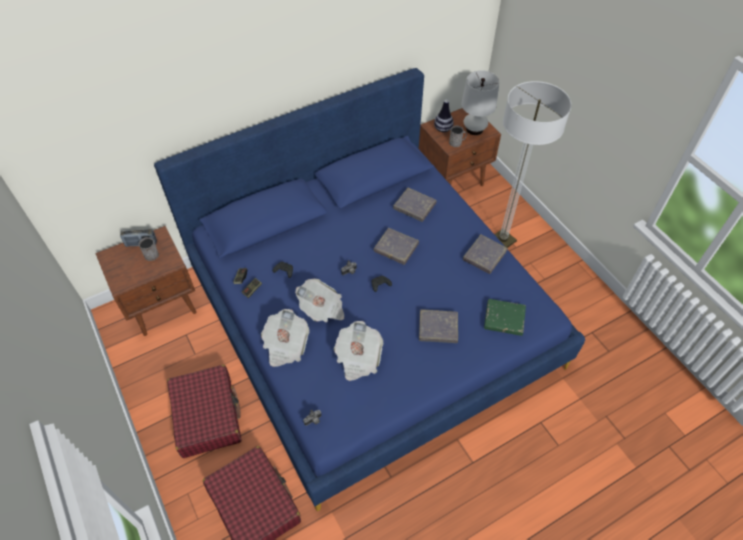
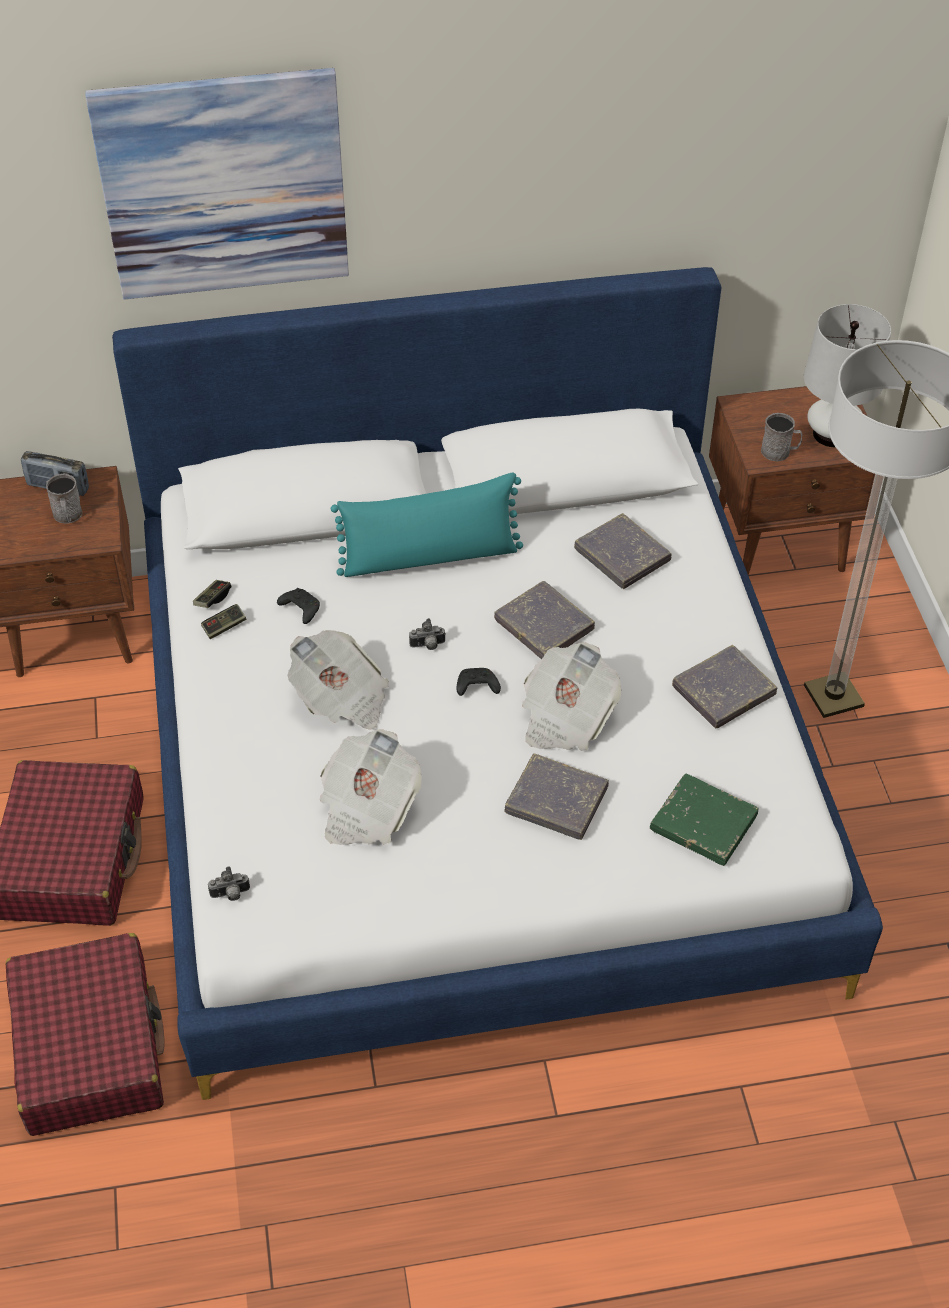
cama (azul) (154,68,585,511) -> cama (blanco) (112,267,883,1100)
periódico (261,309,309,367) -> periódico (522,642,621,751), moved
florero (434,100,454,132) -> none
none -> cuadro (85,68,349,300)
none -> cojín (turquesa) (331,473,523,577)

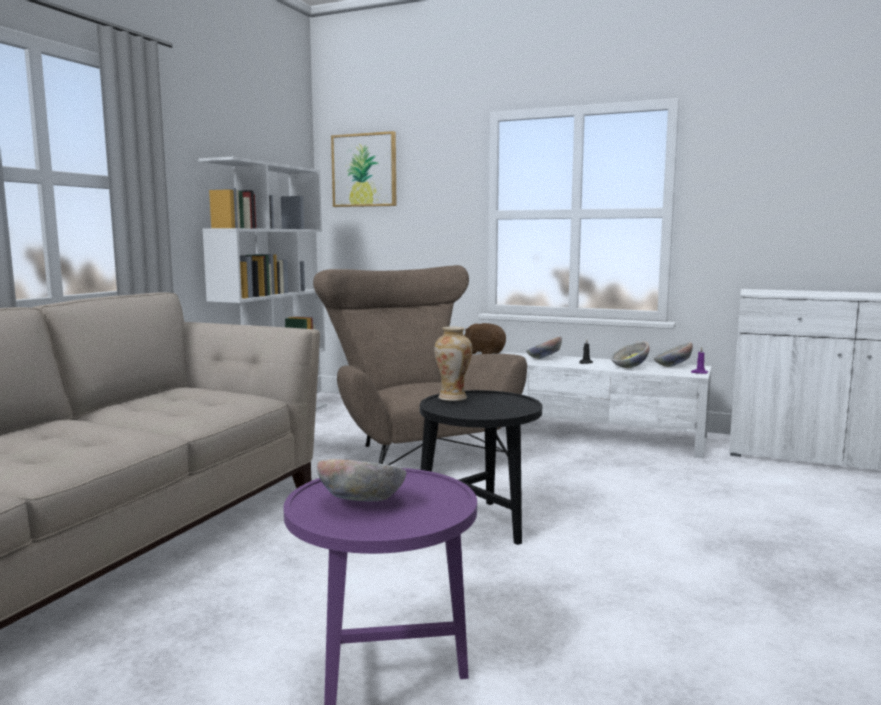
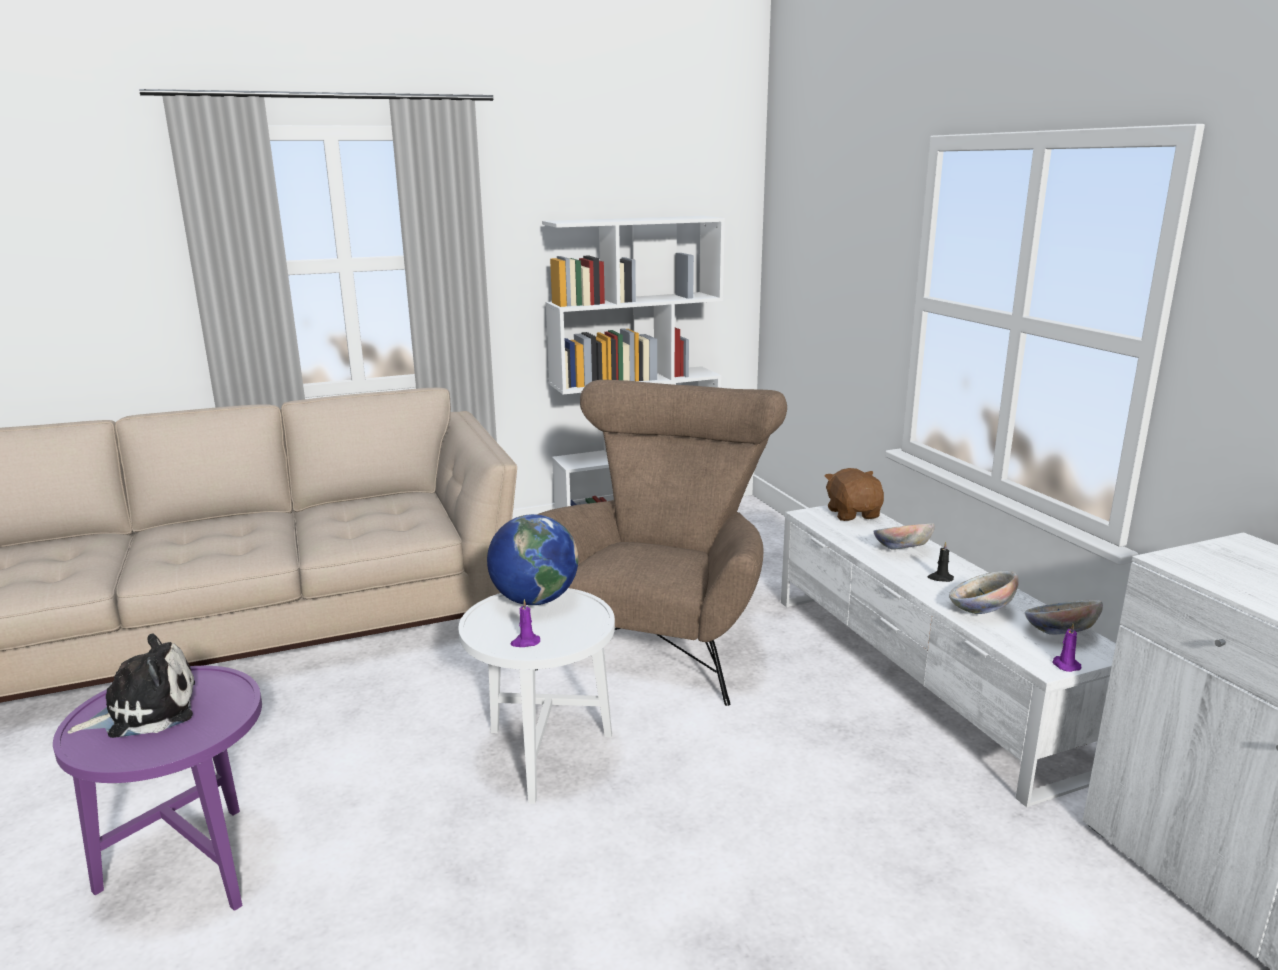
cuenco (317,459,406,501) -> peluche (67,634,195,738)
cuadro (331,131,396,207) -> none
mesa auxiliar (negro) (420,390,542,545) -> mesa auxiliar (blanco) (458,588,615,804)
florero (434,327,472,401) -> globo terráqueo (487,514,578,605)
none -> vela (morado) (511,599,540,647)

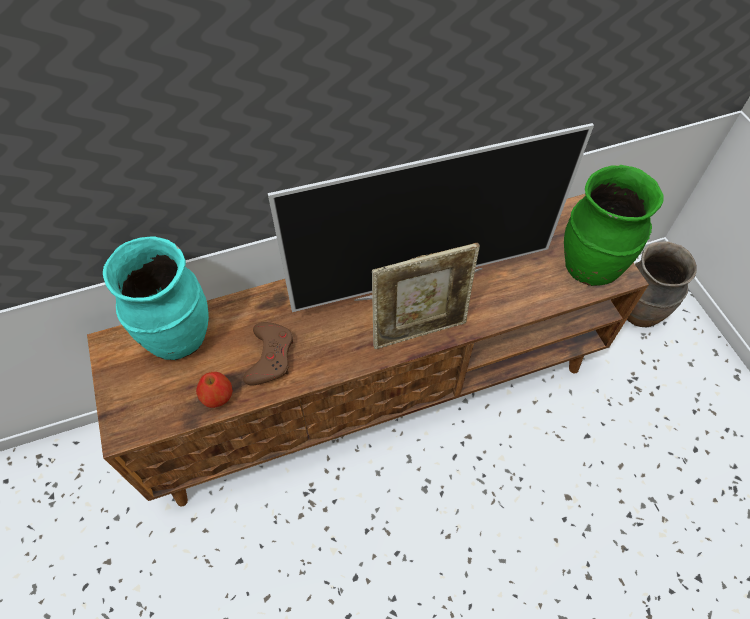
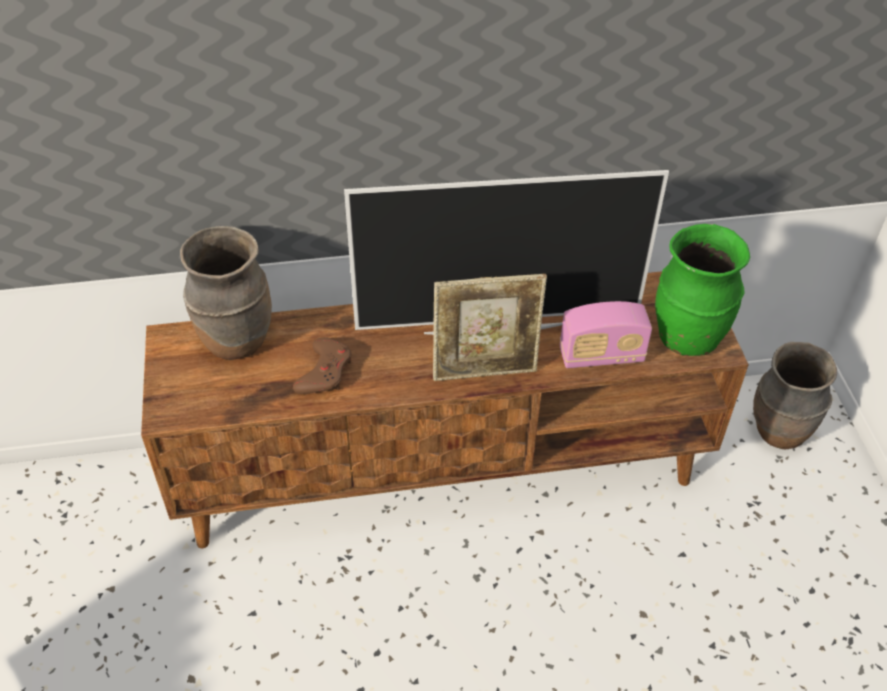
florero (turquesa) (103,237,209,360) -> florero (marrón) (180,226,272,360)
manzana (196,372,233,408) -> none
none -> radio (560,301,652,368)

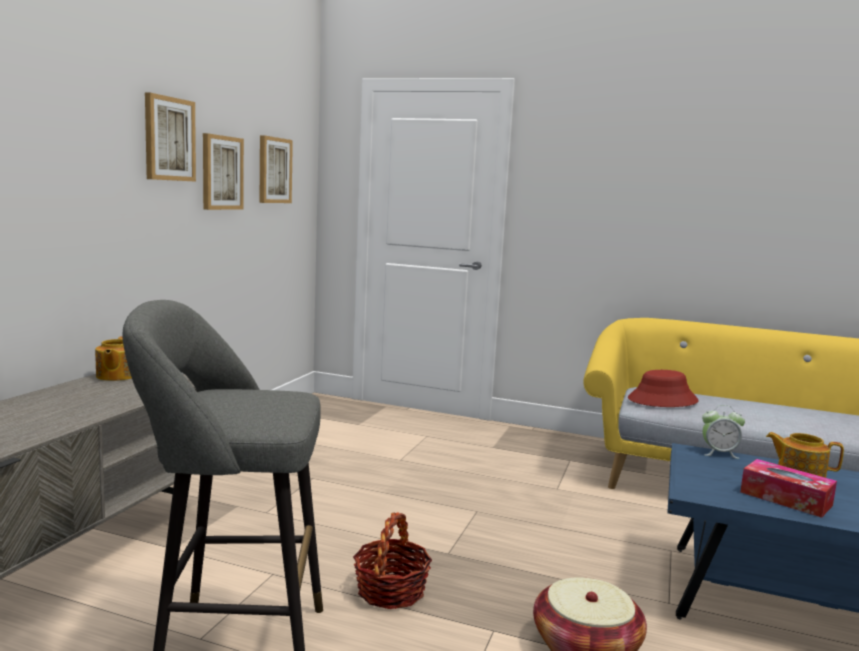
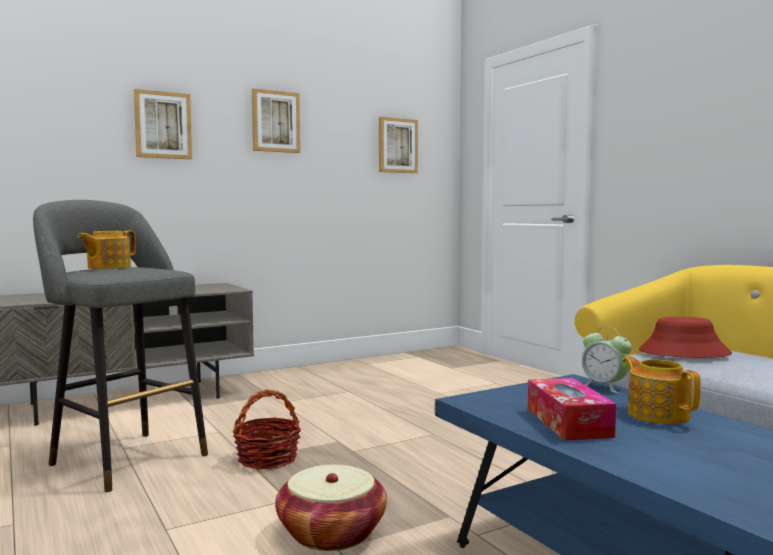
tetera (95,336,132,381) -> tetera (77,230,136,269), moved
cuadro (203,133,244,210) -> cuadro (134,89,192,159), moved

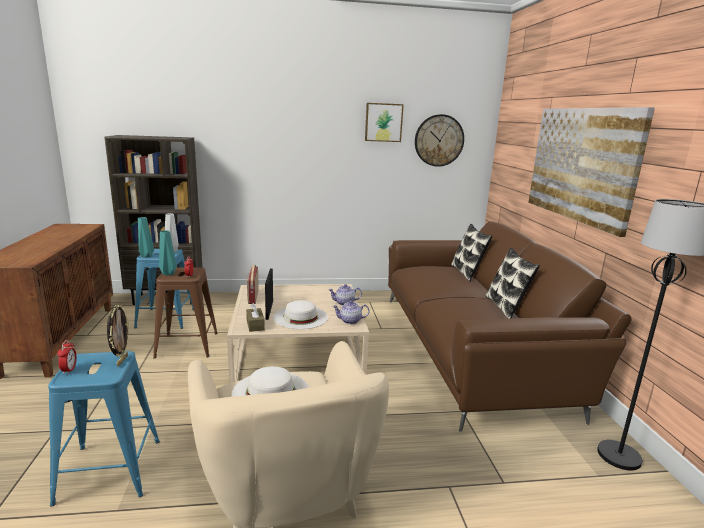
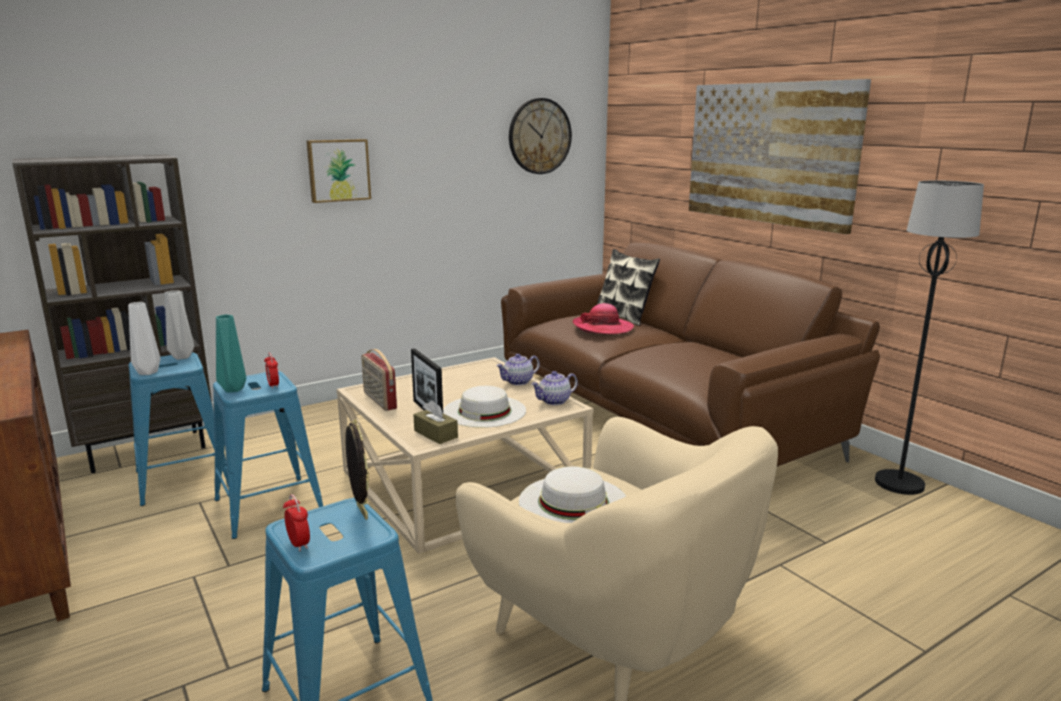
florero (turquesa) (138,217,154,258) -> florero (blanco) (128,302,160,375)
taburete (marrón) (153,267,218,359) -> taburete (azul) (213,371,323,539)
cuadro (365,103,404,142) -> cuadro (306,139,371,203), moved
cojín (485,247,540,319) -> none
none -> sombrero (573,303,634,335)

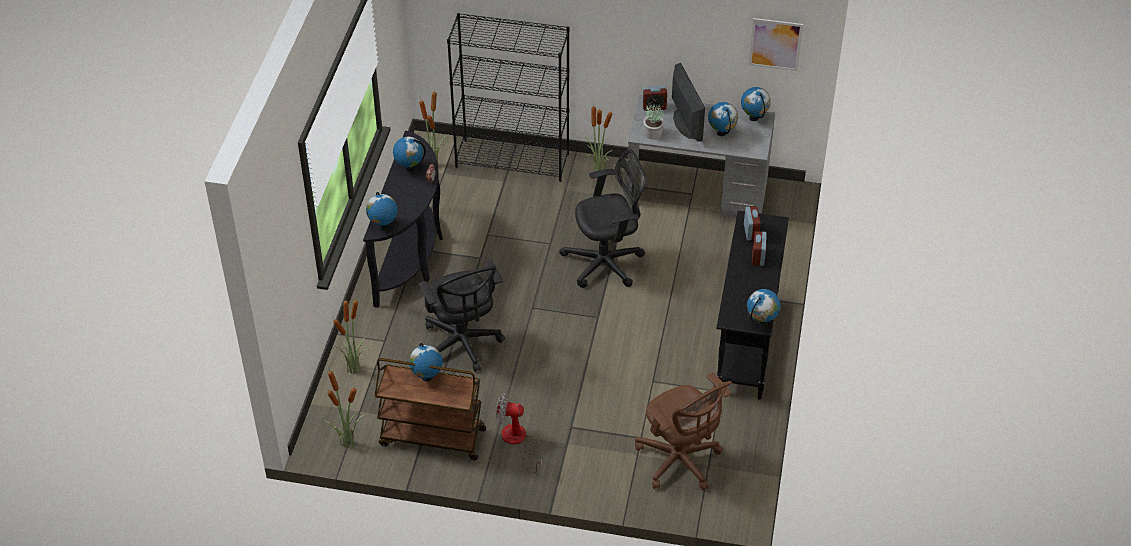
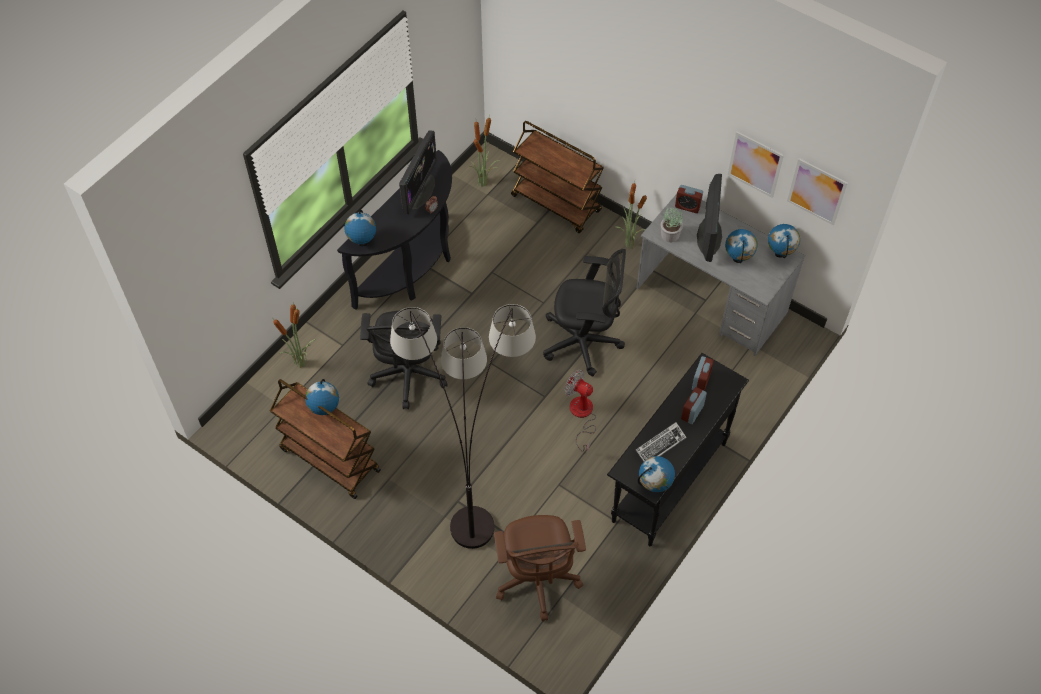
planta en maceta (324,367,366,448) -> none
globo terráqueo (393,137,426,172) -> monitor (399,130,437,214)
estantería (negro) (447,13,570,182) -> carrito (marrón) (511,121,604,233)
ventilador (496,393,542,473) -> ventilador (565,370,596,452), moved
none -> lámpara de pie (390,304,536,549)
none -> teclado (636,422,686,462)
none -> cuadro (728,131,784,198)

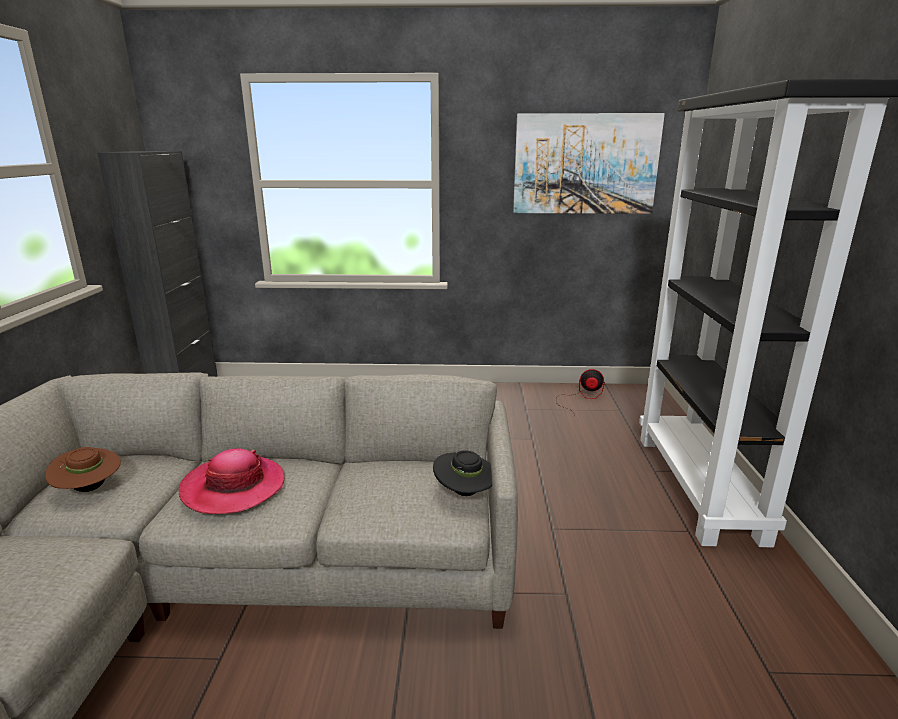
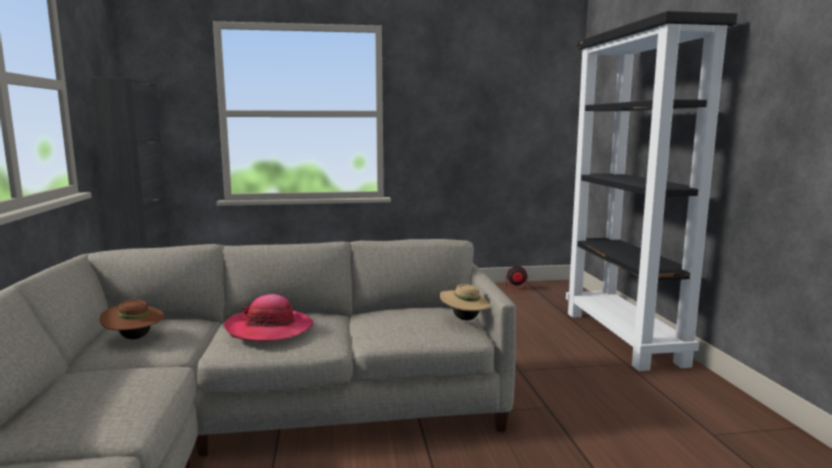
sombrero (negro) (433,450,492,496) -> sombrero (beis) (440,284,491,320)
cuadro (513,113,665,214) -> none

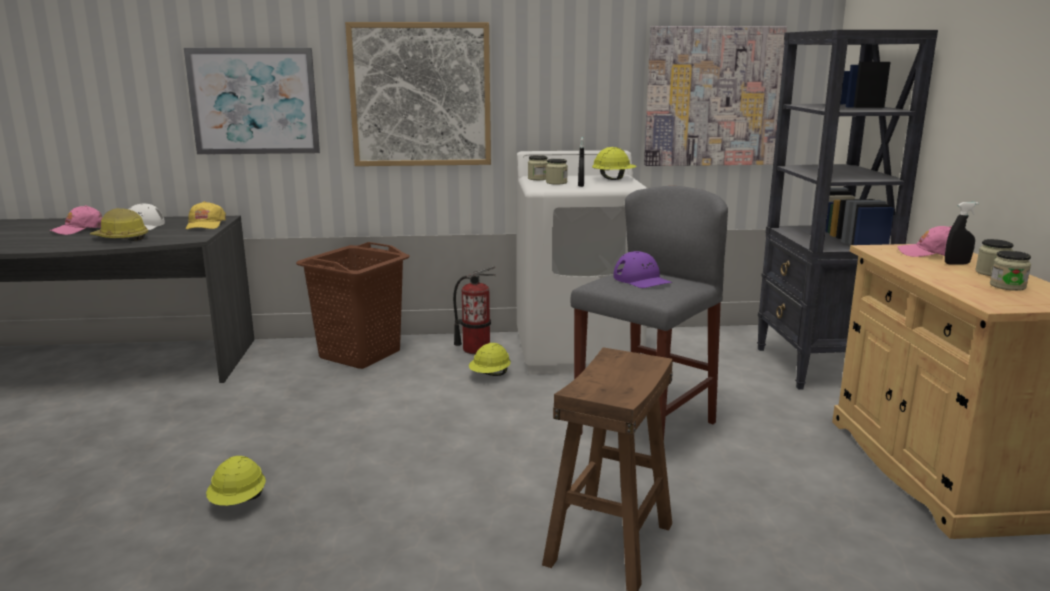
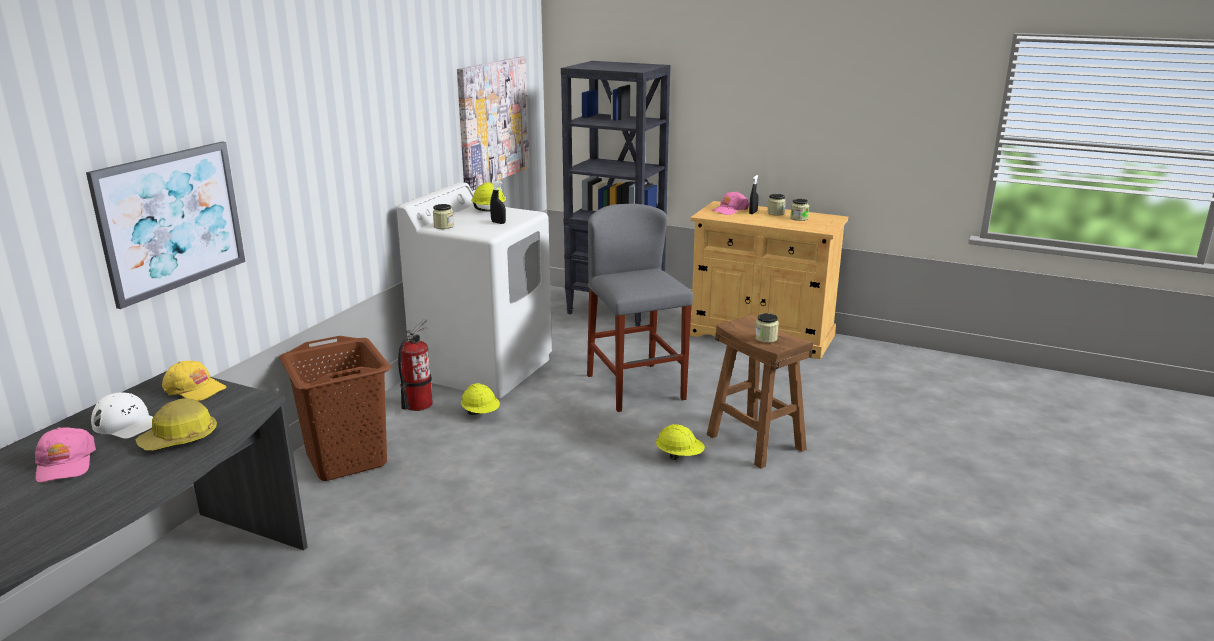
casco (amarillo) (206,456,266,506) -> casco (amarillo) (656,424,705,460), moved
cuadro (345,22,491,166) -> none
tarro (546,159,568,184) -> tarro (755,313,779,343), moved
gorra (morado) (613,251,673,288) -> none

